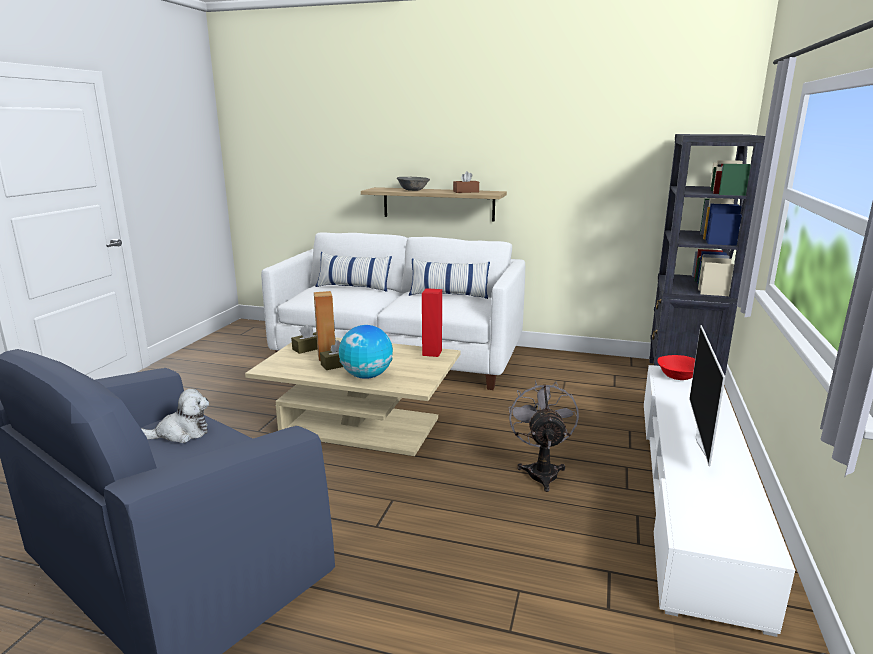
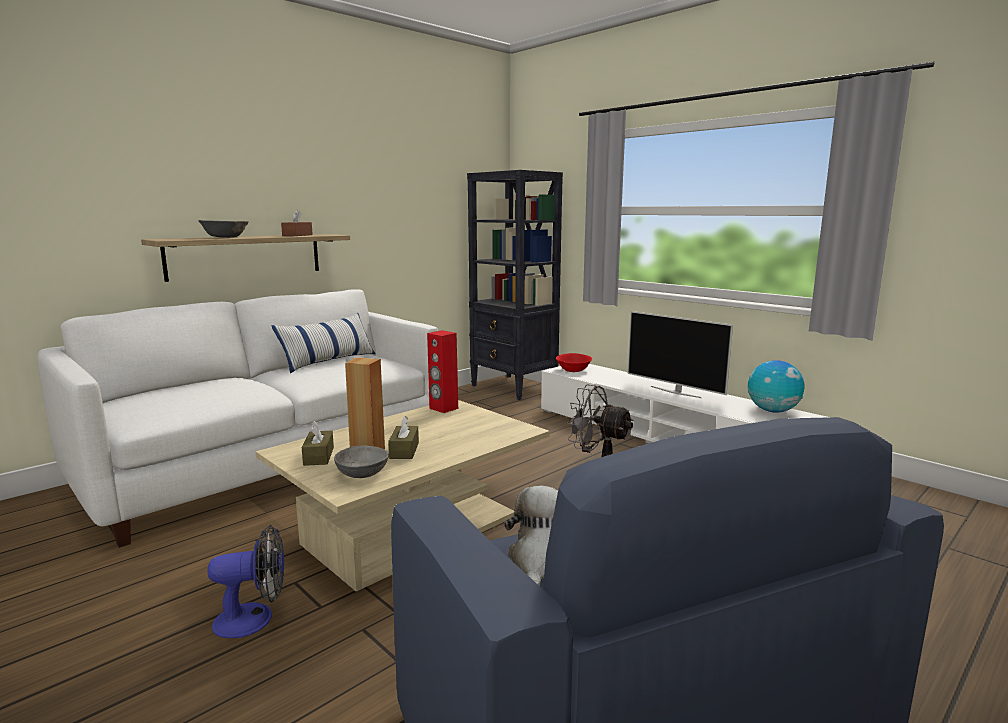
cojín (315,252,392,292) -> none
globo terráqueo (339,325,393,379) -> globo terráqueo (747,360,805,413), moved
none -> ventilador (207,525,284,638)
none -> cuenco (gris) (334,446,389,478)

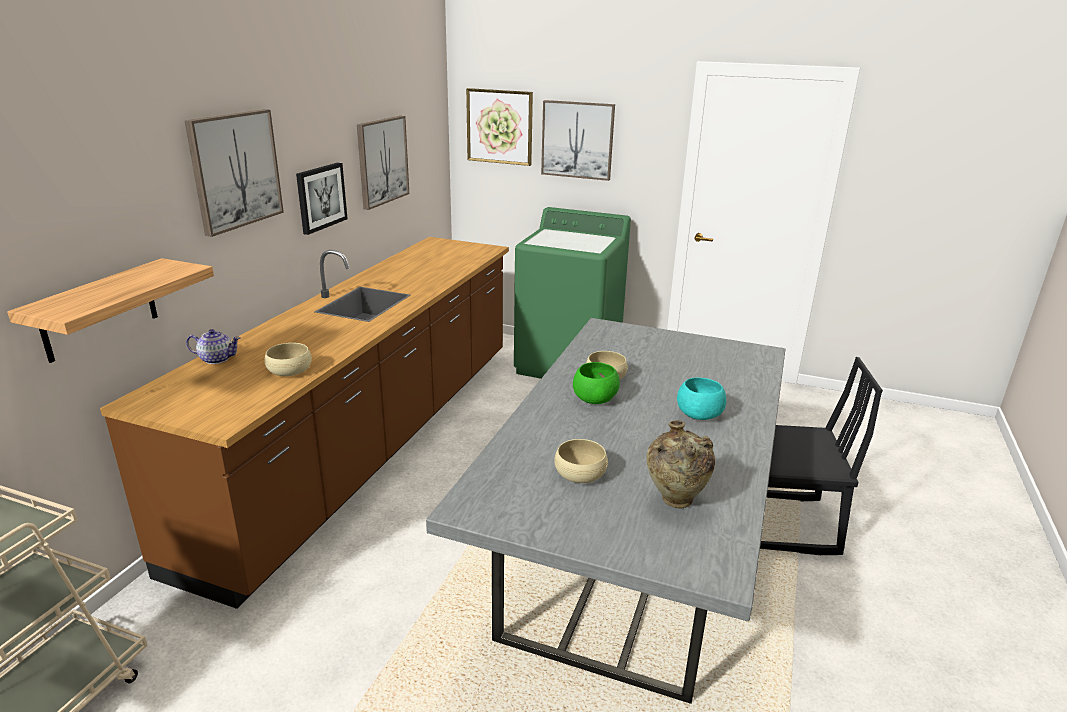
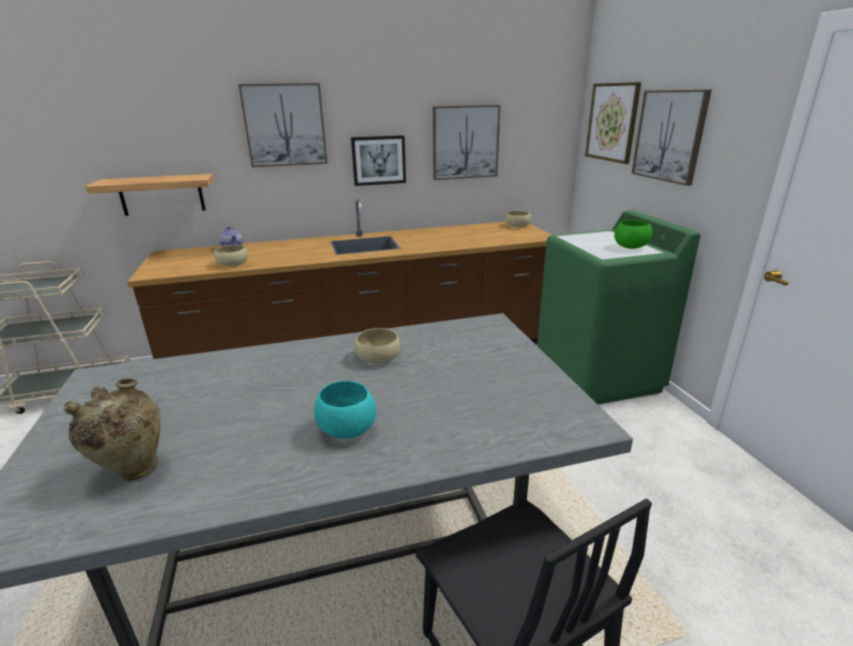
cuenco (beis) (554,439,608,483) -> cuenco (beis) (505,211,531,227), moved
cuenco (verde) (573,362,620,404) -> cuenco (verde) (614,220,653,249), moved

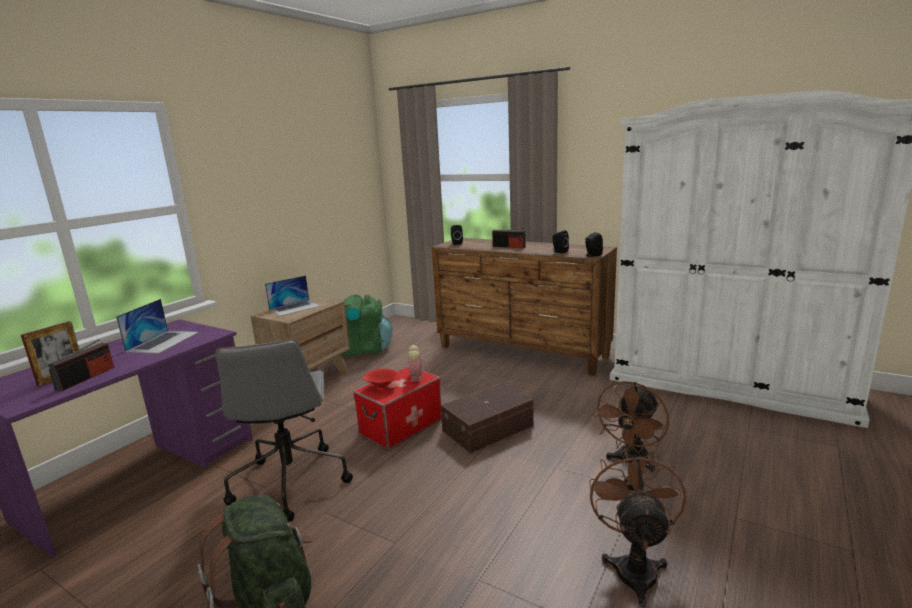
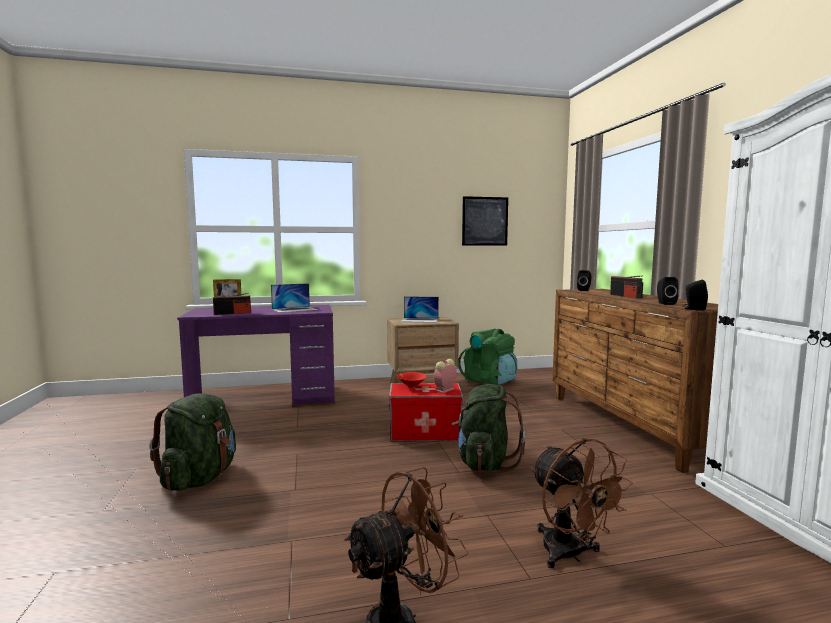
silla de oficina (gris) (215,339,353,522) -> none
caja de almacenaje (marrón) (441,383,534,453) -> mochila (verde) (452,384,525,471)
ventilador (marrón) (592,381,669,472) -> ventilador (marrón) (531,438,633,568), 105 degrees counterclockwise
none -> cuadro (462,196,508,246)

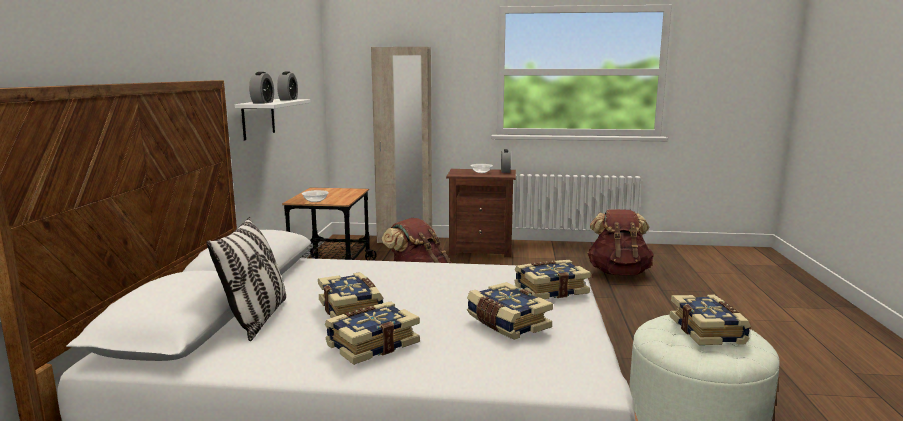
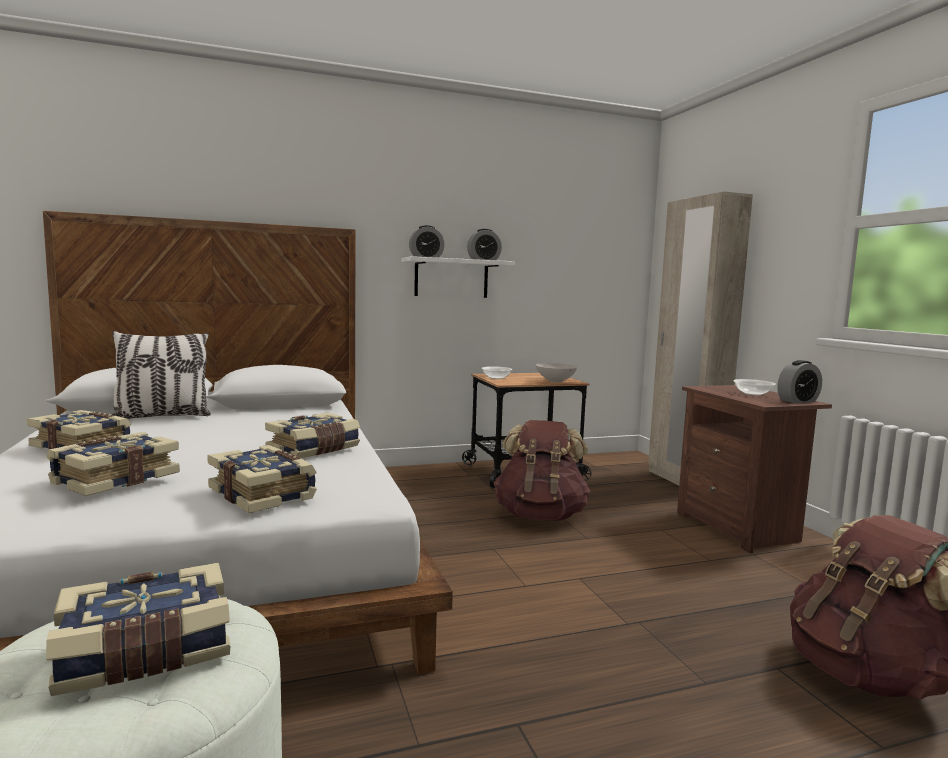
libro (318,272,384,318) -> libro (265,413,360,458), moved
none -> cuenco (blanco) (536,363,578,382)

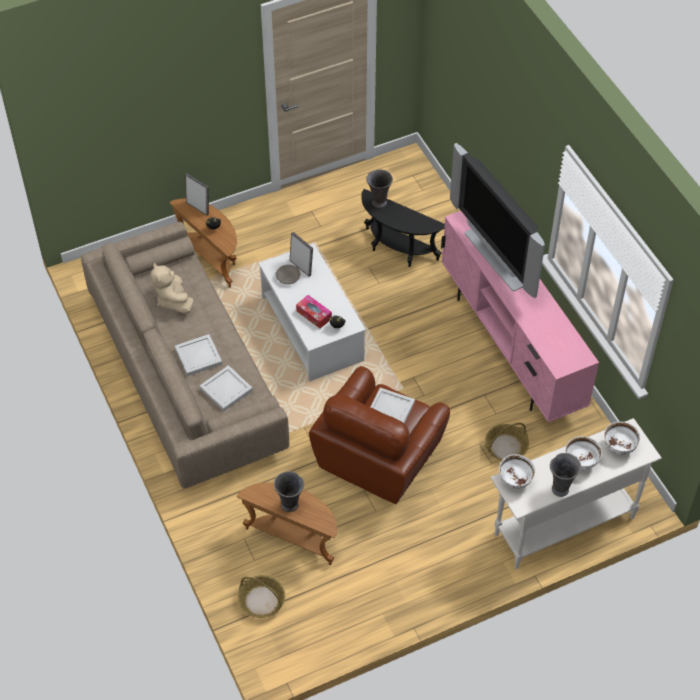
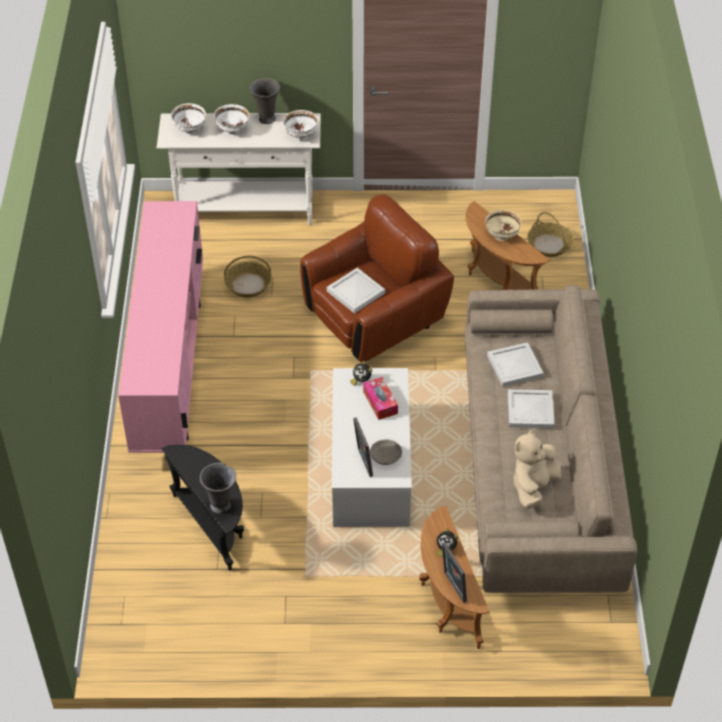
peluche (beis) (150,262,194,313) -> peluche (beis) (513,429,562,509), 150 degrees counterclockwise
florero (gris) (274,471,304,512) -> cuenco (beis) (485,210,522,241)
televisor (450,143,545,298) -> none

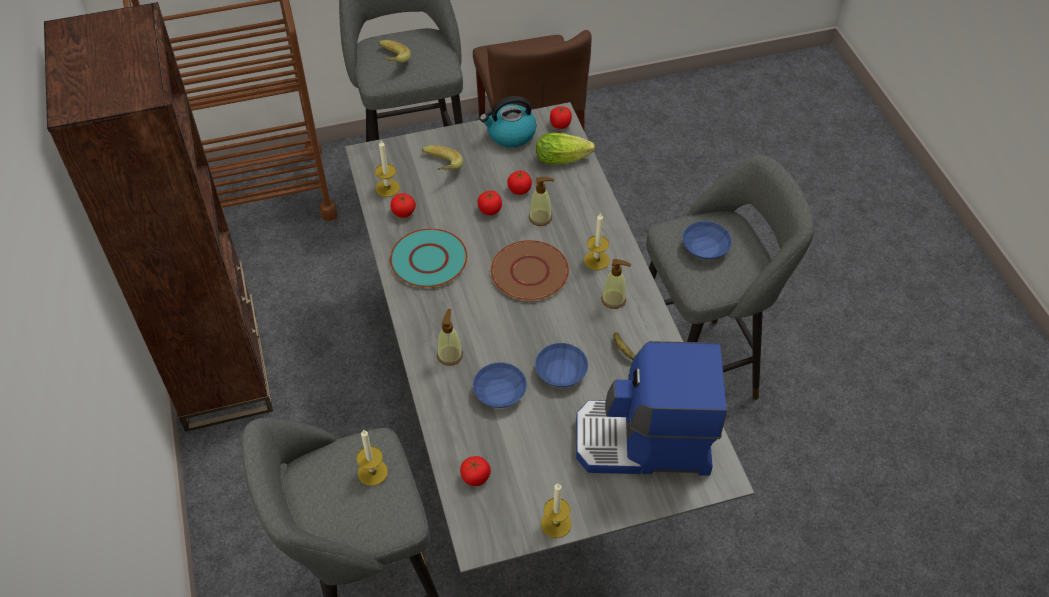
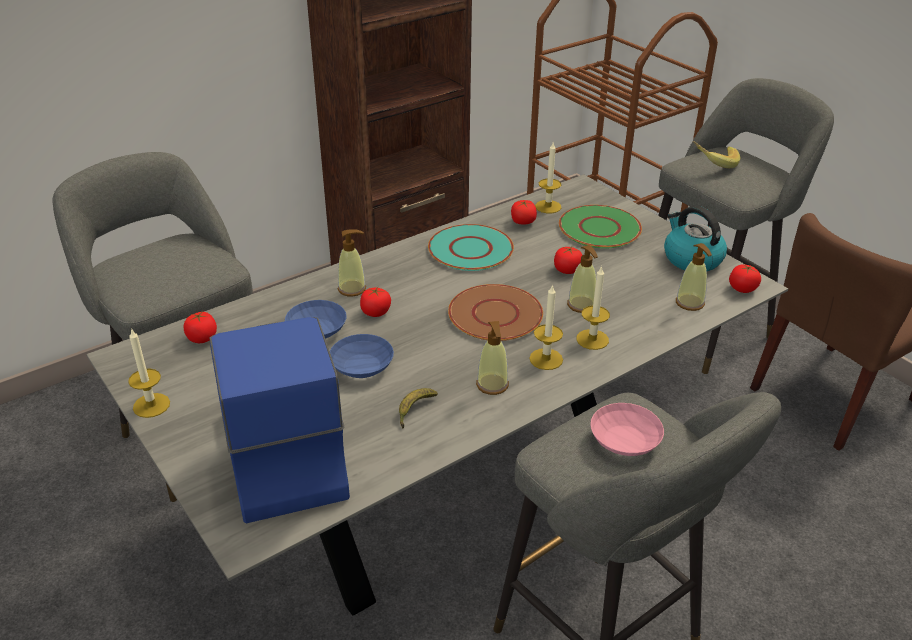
vela (356,429,388,486) -> vela (576,266,610,350), moved
plátano (422,145,463,170) -> plato (verde) (559,205,642,249)
tomate (507,170,532,195) -> tomate (360,287,391,317), moved
lechuga (536,133,595,165) -> dispensador de jabón (676,243,712,311)
cuenco (azul) (682,221,732,259) -> cuenco (rosa) (590,403,664,456)

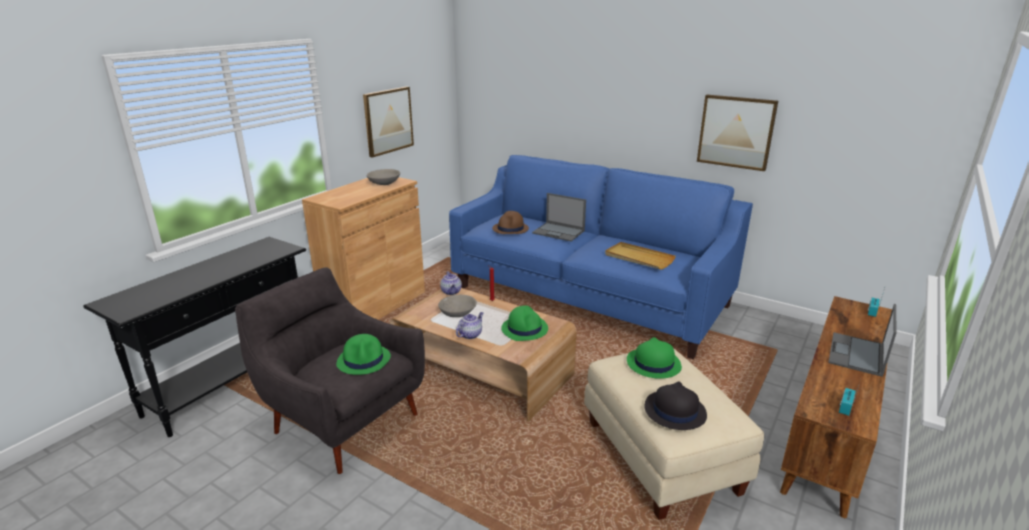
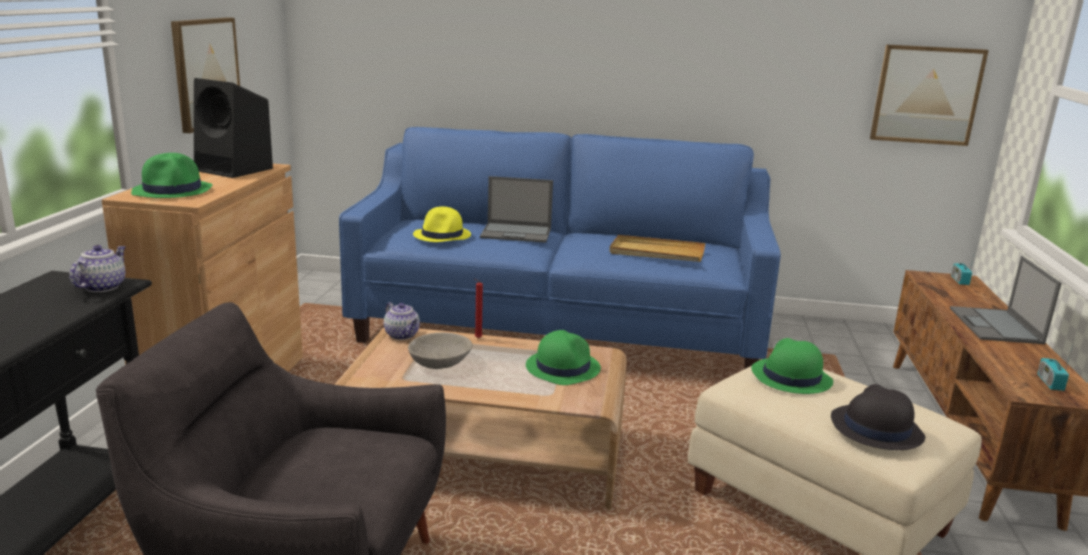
sombrero (verde) (336,334,391,375) -> sombrero (verde) (131,153,212,198), moved
cuenco (gris) (367,169,400,185) -> altavoz (negro) (194,78,273,178)
tetera (456,312,483,339) -> tetera (70,245,126,292), moved
sombrero (marrón) (492,211,529,234) -> sombrero (amarillo) (413,207,471,242)
cuadro (697,95,778,171) -> cuadro (870,44,989,146), moved

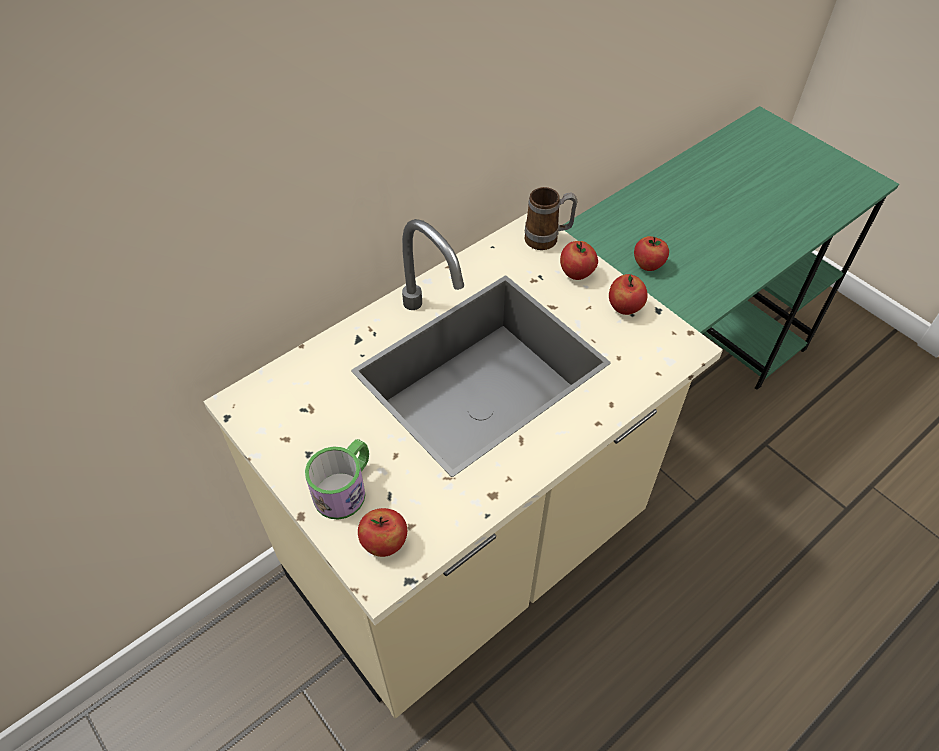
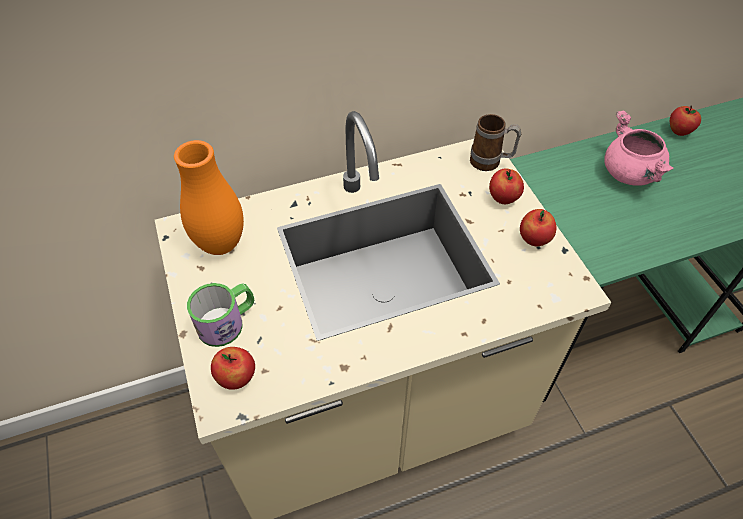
manzana (634,236,669,271) -> manzana (670,106,701,136), moved
none -> florero (naranja) (174,140,244,255)
none -> olla (rosa) (604,110,674,186)

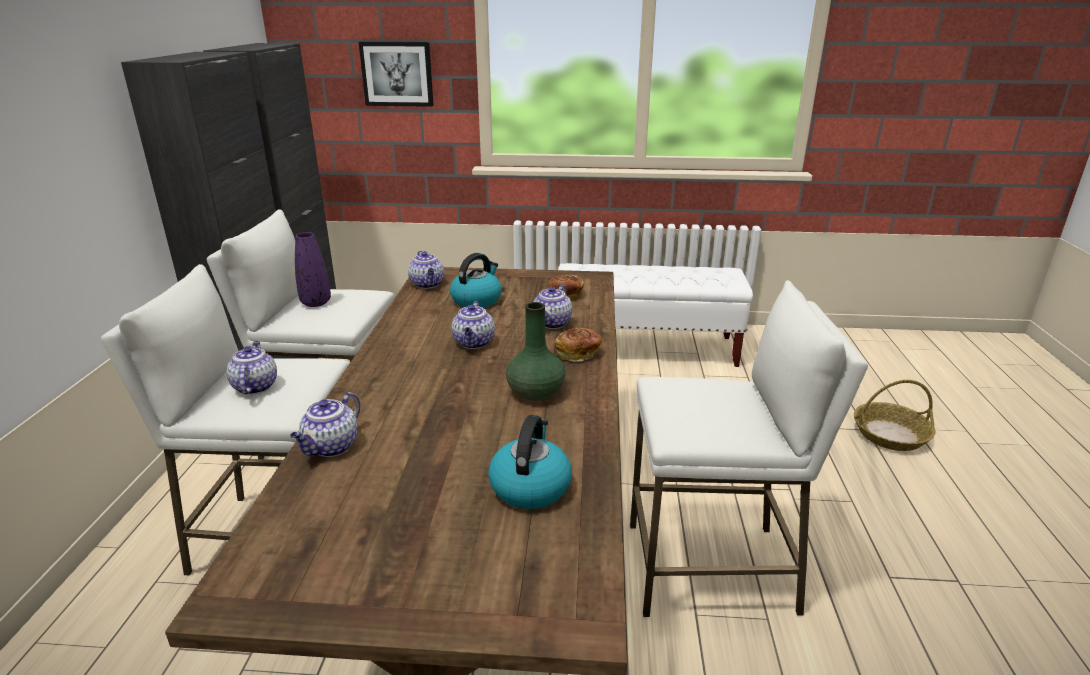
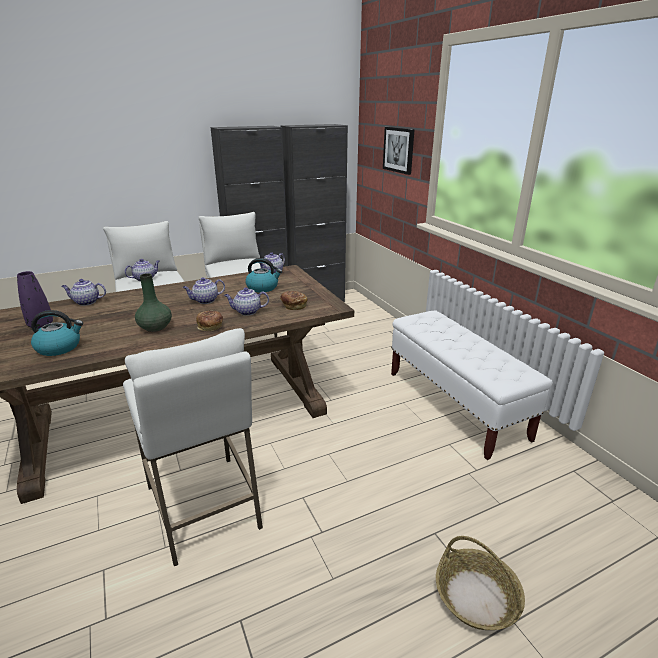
florero (morado) (295,232,331,307) -> florero (morado) (17,271,53,329), moved

